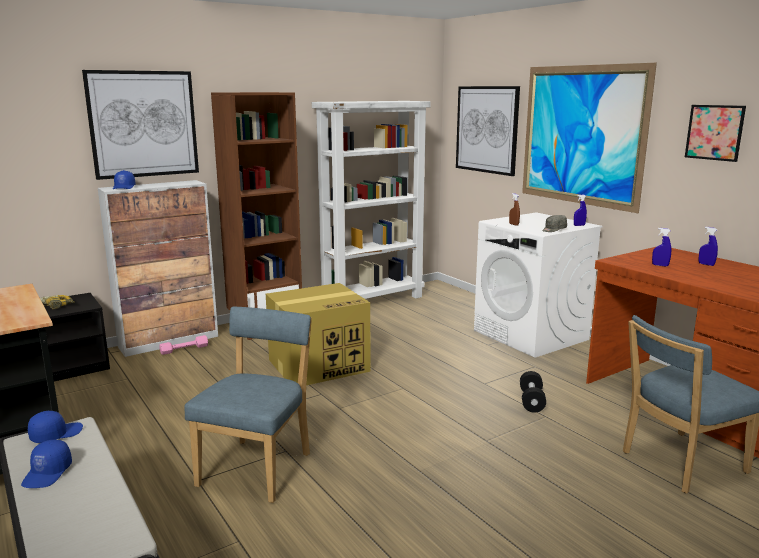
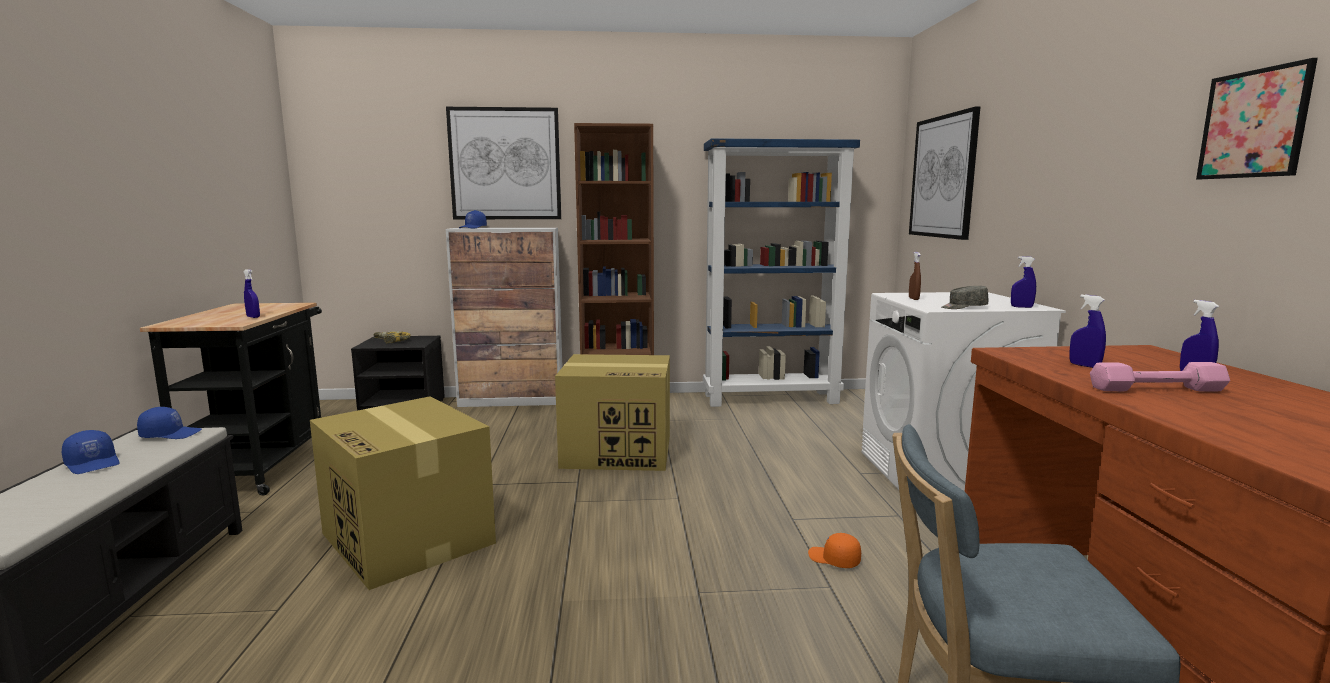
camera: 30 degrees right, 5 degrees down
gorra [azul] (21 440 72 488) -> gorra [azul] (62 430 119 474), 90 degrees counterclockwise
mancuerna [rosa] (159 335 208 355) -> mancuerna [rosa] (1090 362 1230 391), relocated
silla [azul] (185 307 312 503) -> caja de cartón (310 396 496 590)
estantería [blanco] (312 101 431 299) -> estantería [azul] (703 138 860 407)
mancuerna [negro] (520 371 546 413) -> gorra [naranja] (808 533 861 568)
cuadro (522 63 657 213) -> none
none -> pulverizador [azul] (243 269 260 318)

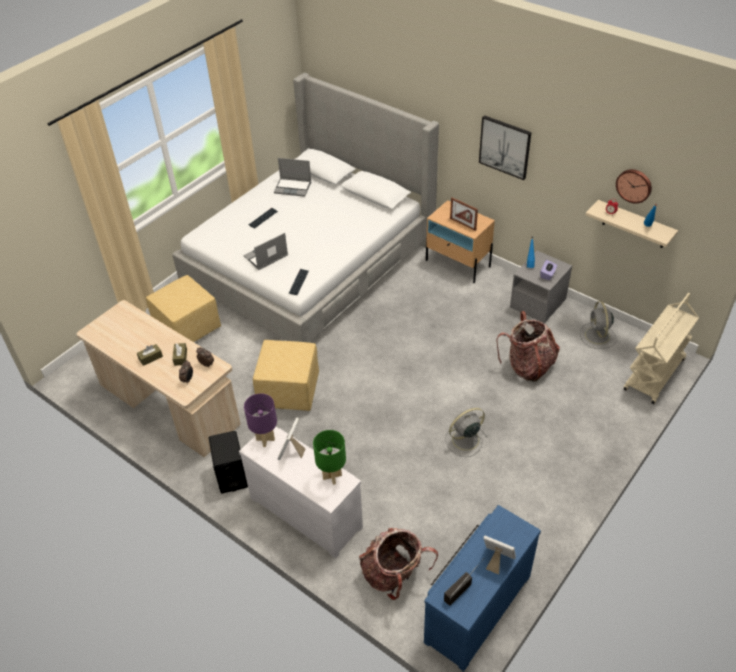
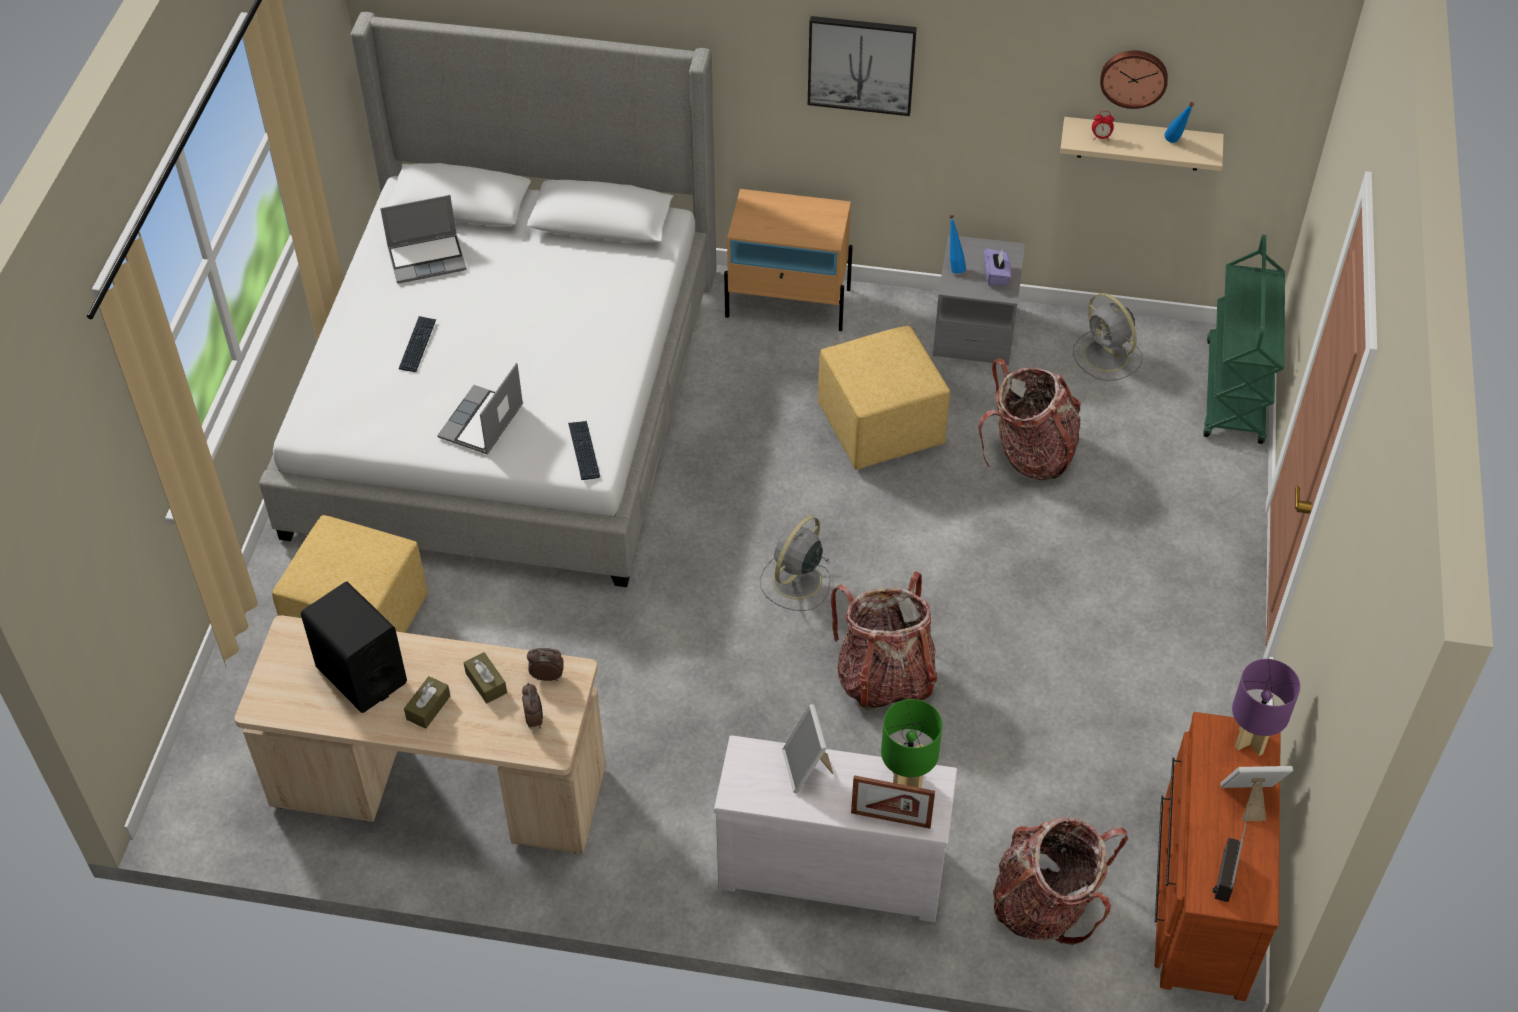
camera: 30 degrees left, 5 degrees up
altavoz [negro] (209 431 248 493) -> altavoz [negro] (301 582 407 713), relocated
lámpara de mesa [morado] (244 393 277 447) -> lámpara de mesa [morado] (1232 659 1300 756), relocated
puf [amarillo] (253 340 319 411) -> puf [amarillo] (818 325 950 470), relocated
cómoda [azul] (424 505 541 671) -> cómoda [marrón] (1155 712 1281 1001)
ventilador [gris] (445 408 487 457) -> ventilador [gris] (760 516 830 611), relocated
portarretratos (450 197 478 231) -> portarretratos (851 775 935 829), relocated
carrito [beis] (624 293 699 404) -> carrito [verde] (1203 235 1285 444)
none -> mochila (831 572 938 711)

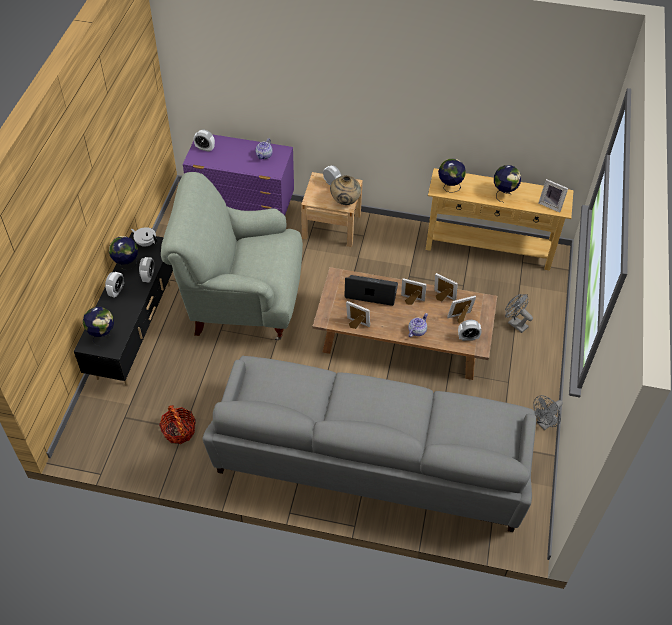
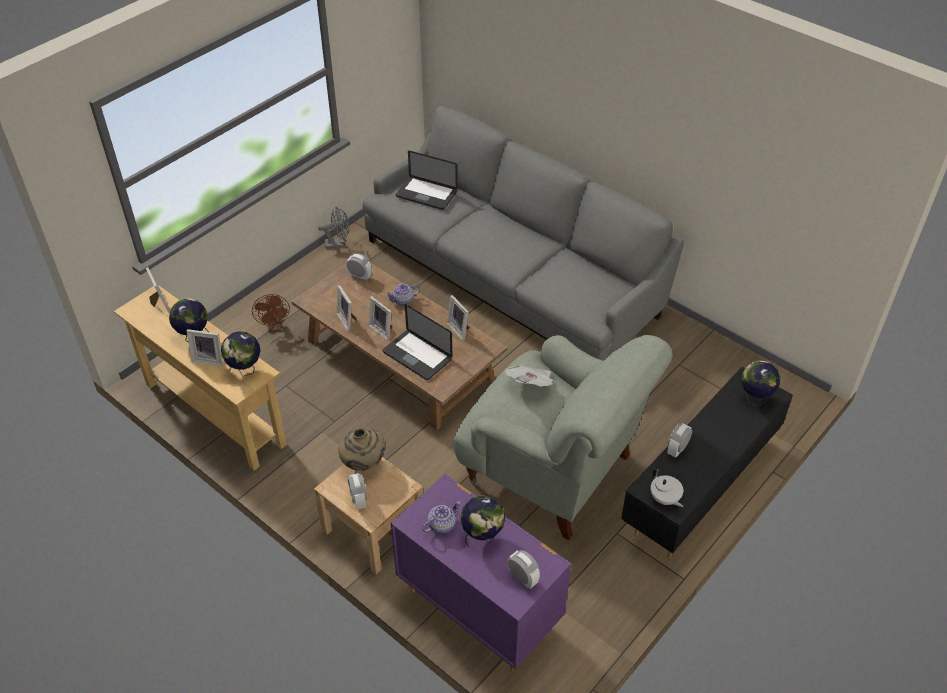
camera: 150 degrees left, 5 degrees down
despertador (105 272 124 298) -> none
globo terráqueo (109 236 138 270) -> globo terráqueo (461 495 505 547), relocated
cesta (159 405 196 444) -> none
portarretratos (447 296 476 323) -> portarretratos (186 329 224 367), relocated
ventilador [gris] (505 294 533 333) -> ventilador [marrón] (252 294 290 333)
none -> portátil (396 151 458 210)
none -> periódico (505 365 553 386)

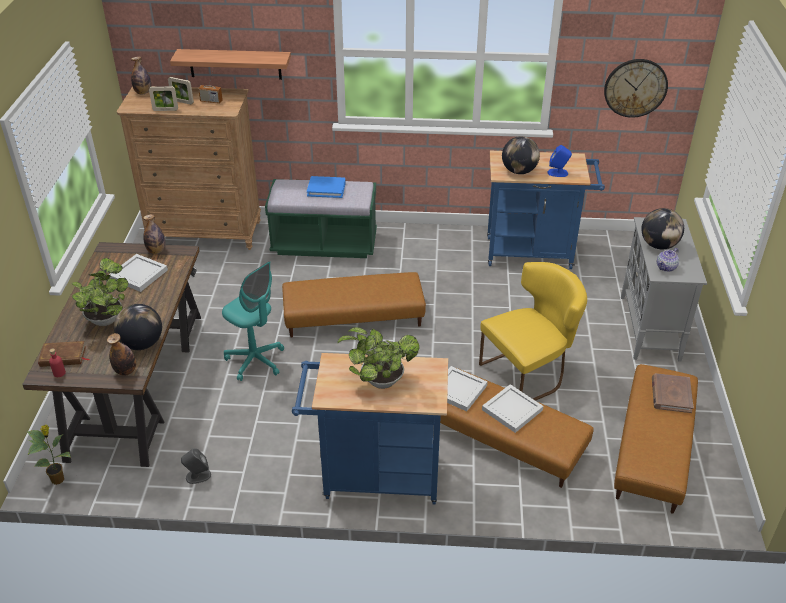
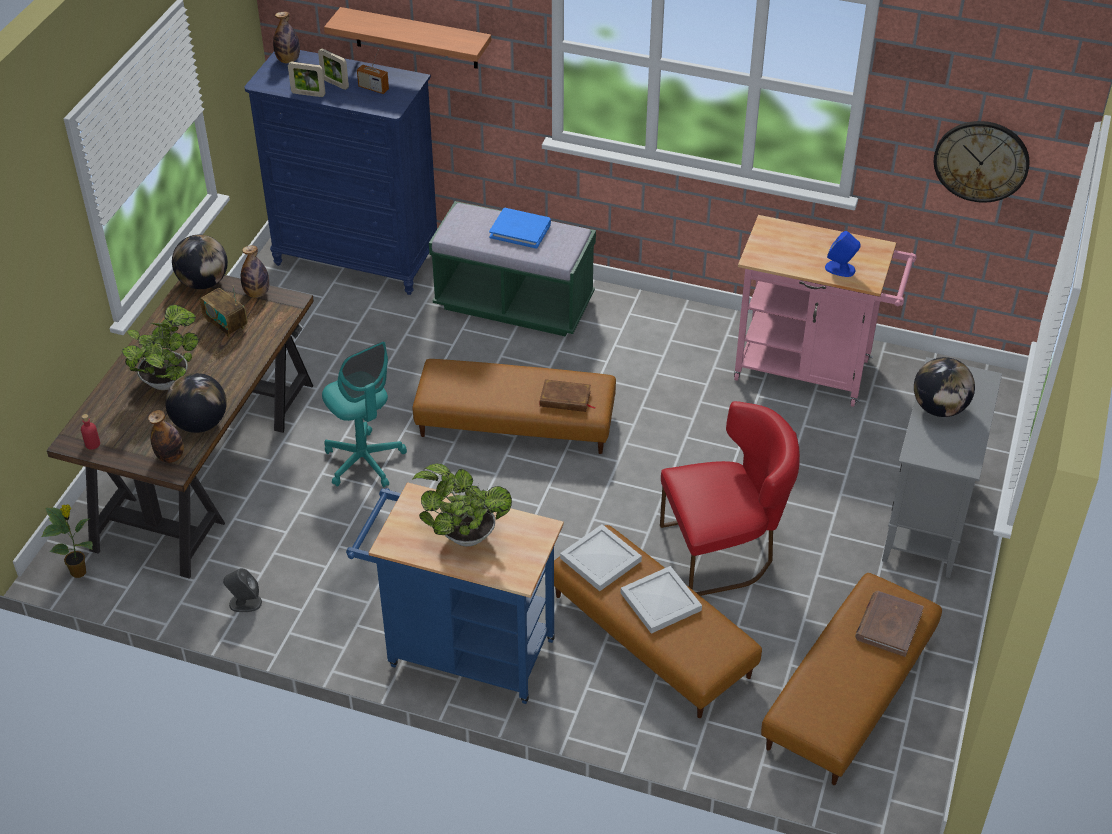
camera: 15 degrees right, 5 degrees up
libro [marrón] (38 341 90 367) -> libro [marrón] (540 379 596 412), relocated
bandeja [blanco] (109 254 168 292) -> radio (200 286 247 337)
cómoda [marrón] (117 86 261 250) -> cómoda [azul] (244 50 437 295)
silla [amarillo] (479 262 587 401) -> silla [rojo] (660 401 800 596)
carrito [azul] (487 151 605 269) -> carrito [rosa] (734 215 917 407)
globo terráqueo (502 136 540 174) -> globo terráqueo (172 234 228 289), relocated
tetera (657 248 679 272) -> none

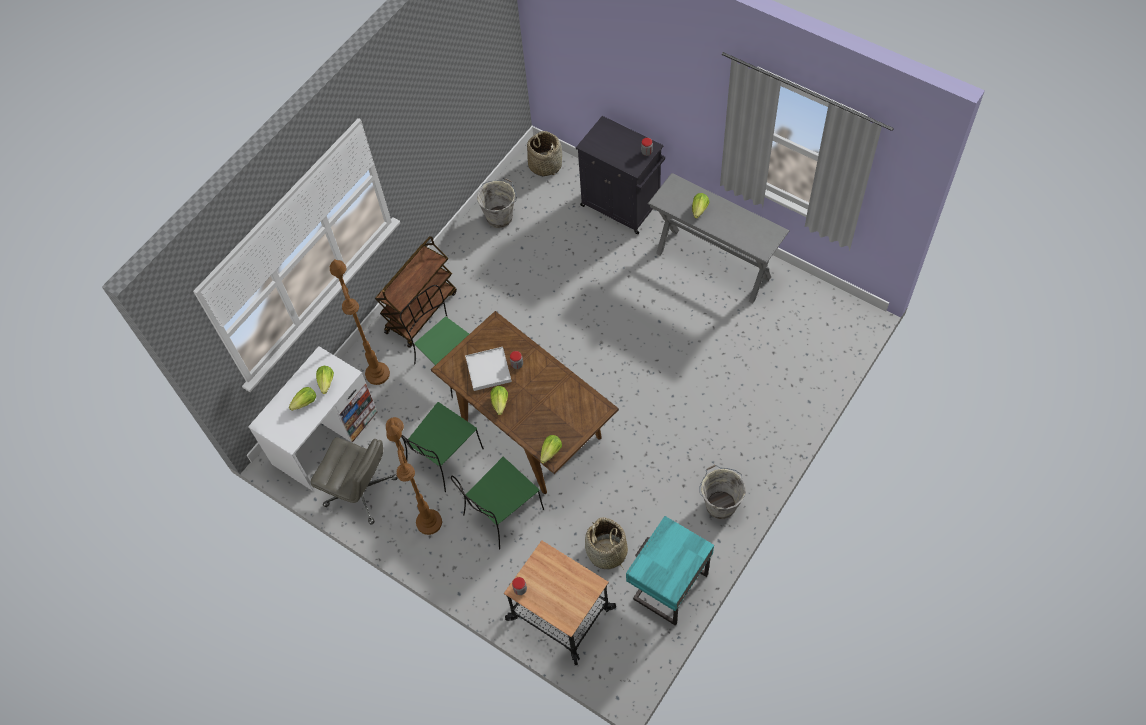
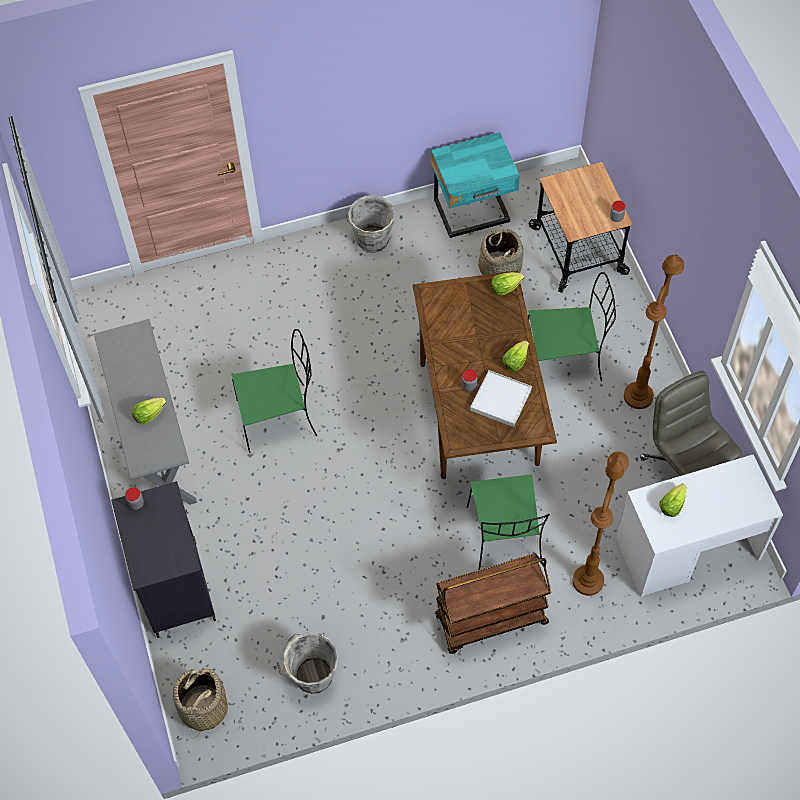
camera: 145 degrees left, 0 degrees up
lechuga (289 387 316 411) -> none
silla [verde] (401 402 484 492) -> silla [verde] (232 329 317 453), relocated

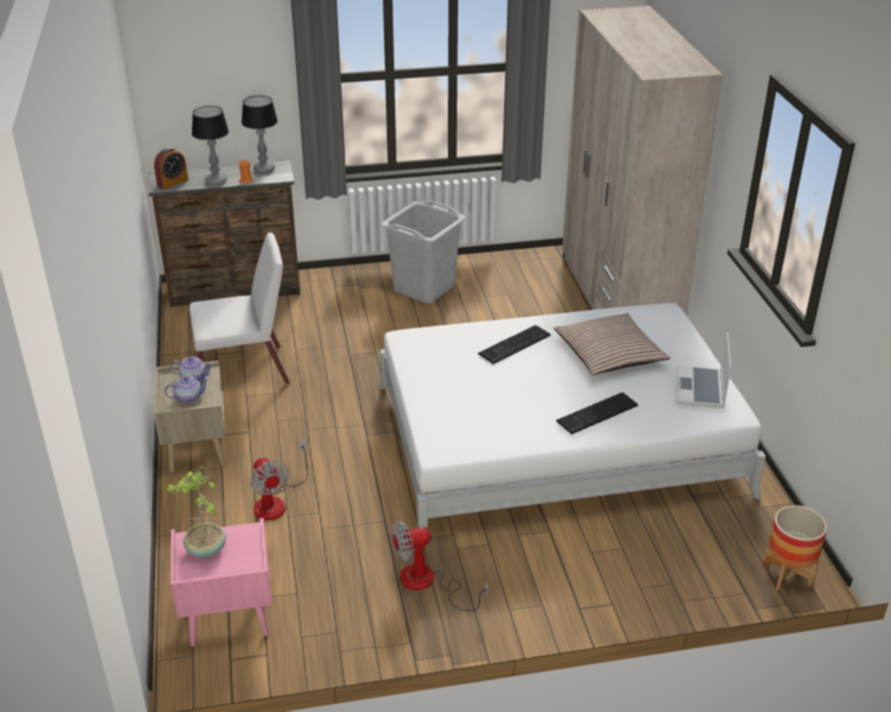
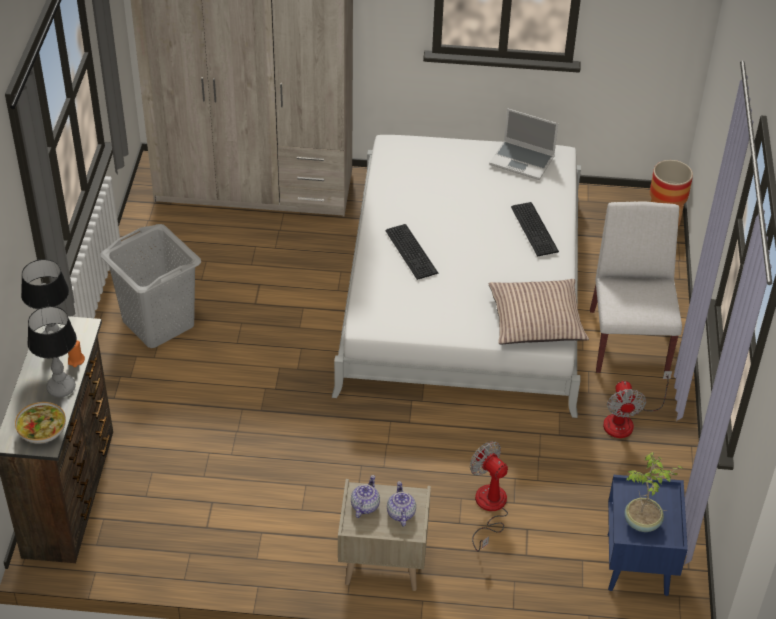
camera: 75 degrees left, 10 degrees up
despertador (154 148 188 190) -> cuenco (15 402 66 444)
mesita de noche [rosa] (170 518 272 646) -> mesita de noche [azul] (608 475 688 596)
silla [blanco] (189 232 290 384) -> silla [blanco] (590 201 682 375), relocated
ventilador (250 440 308 520) -> ventilador (470 441 508 552), 120 degrees counterclockwise
cojín (554 313 670 375) -> cojín (489 279 589 344), relocated

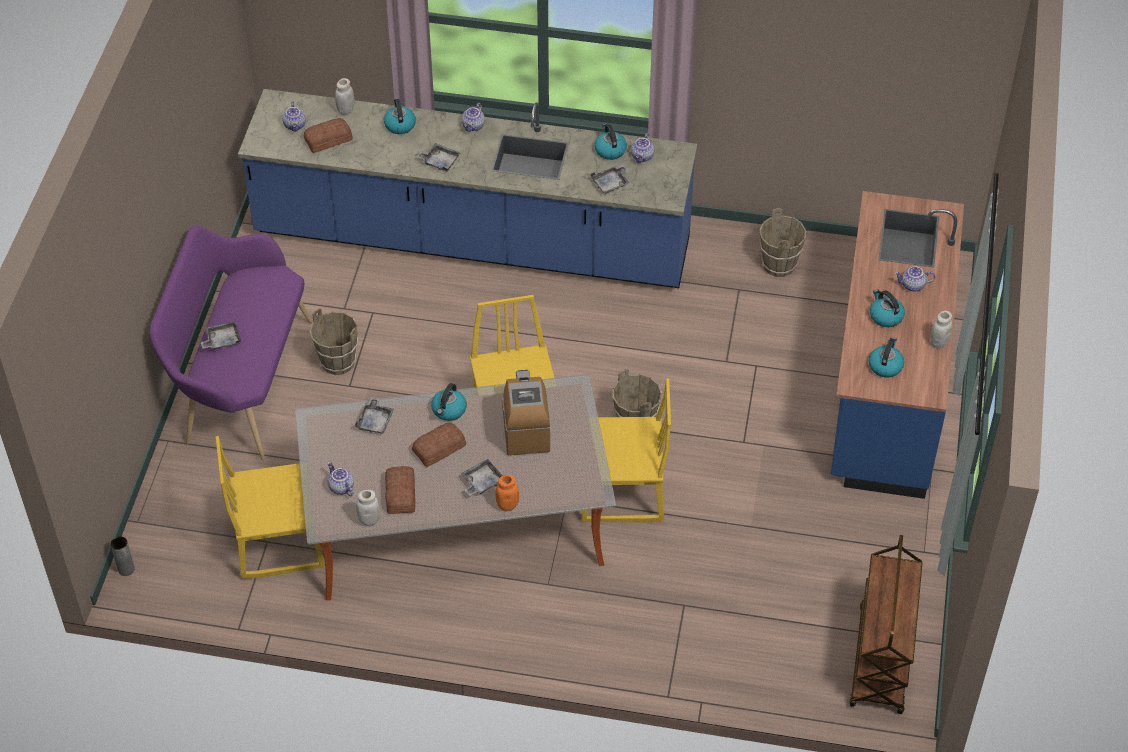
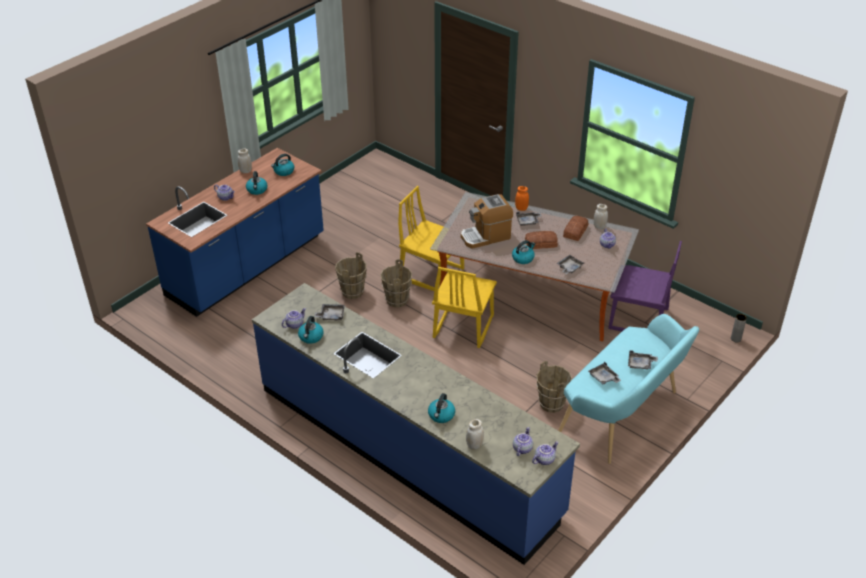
camera: 150 degrees left, 10 degrees down
banco [morado] (149 226 312 460) -> banco [turquesa] (558 314 699 464)
silla [amarillo] (215 436 325 579) -> silla [morado] (608 241 682 332)
pan (304 118 353 153) -> none
bandeja [gris] (416 143 460 172) -> bandeja [gris] (588 362 621 385), relocated
tetera (462 103 485 132) -> tetera (532 441 559 465), relocated
cafetera (502 370 551 455) -> cafetera (461 194 513 249), 45 degrees clockwise
cubo [marrón] (759 208 806 277) -> cubo [marrón] (335 252 367 299), relocated
carrito [marrón] (849 535 923 714) -> none

